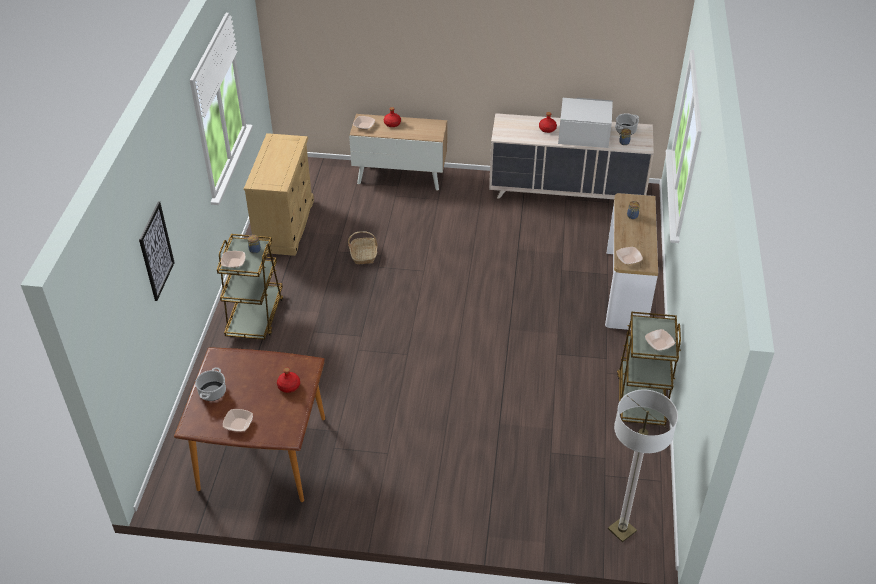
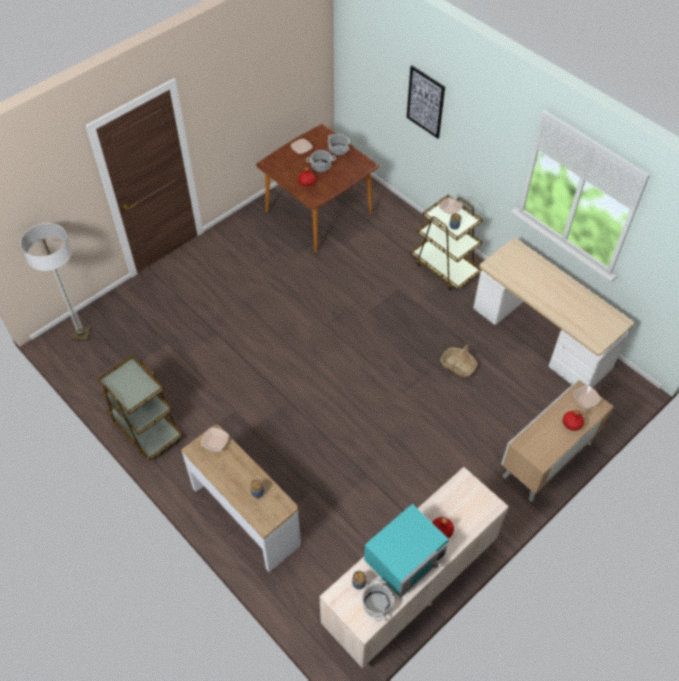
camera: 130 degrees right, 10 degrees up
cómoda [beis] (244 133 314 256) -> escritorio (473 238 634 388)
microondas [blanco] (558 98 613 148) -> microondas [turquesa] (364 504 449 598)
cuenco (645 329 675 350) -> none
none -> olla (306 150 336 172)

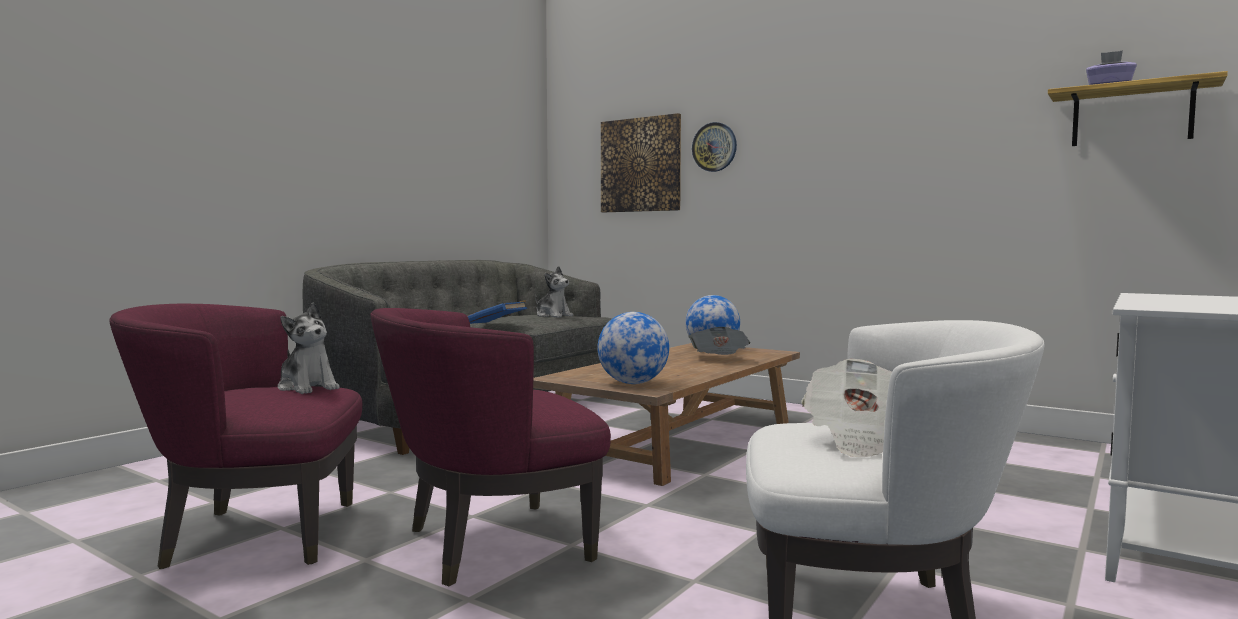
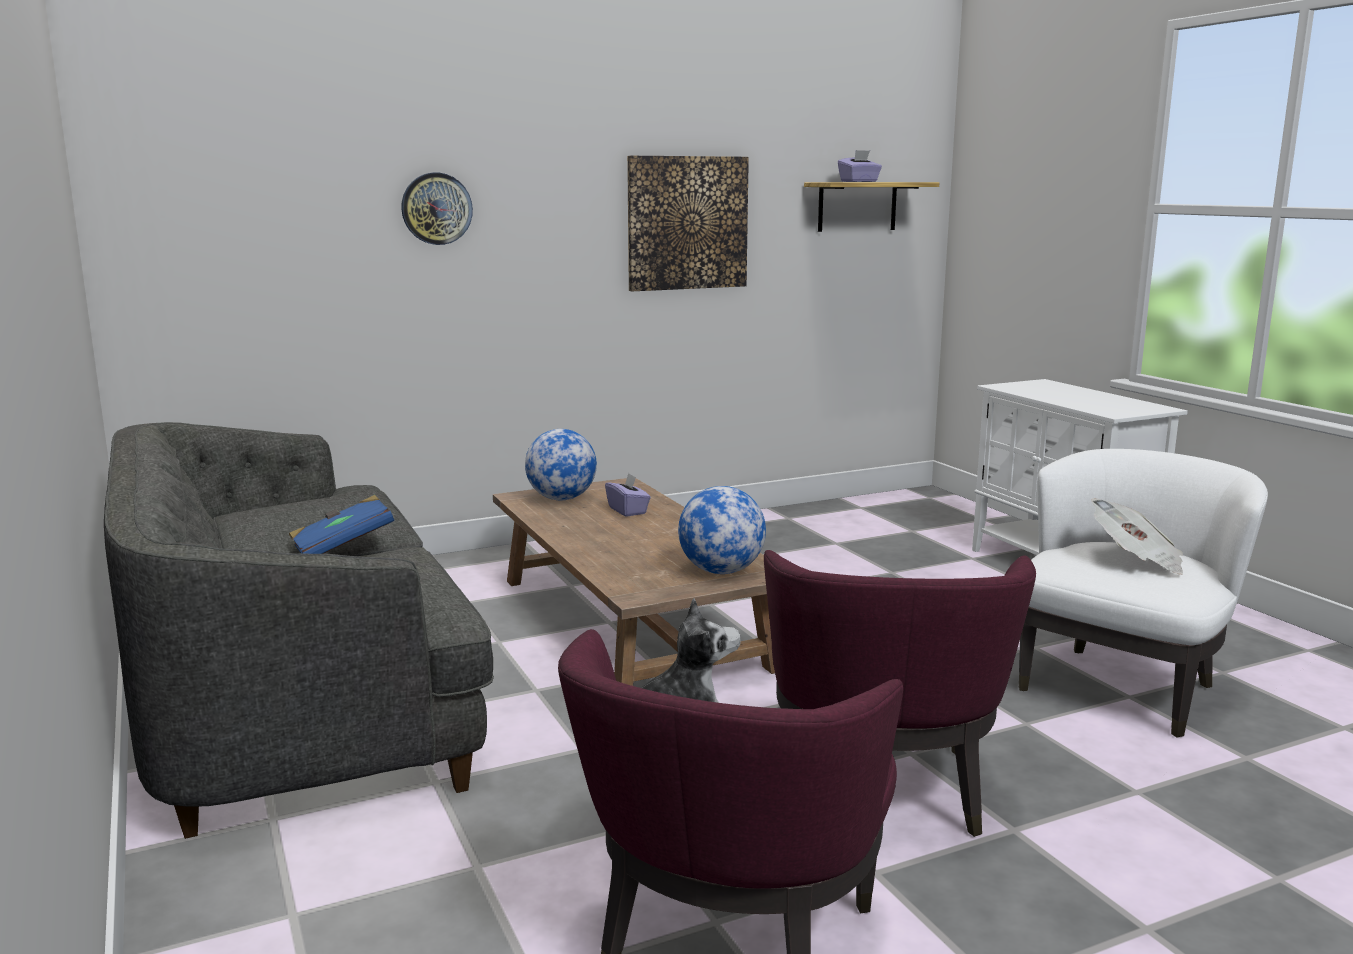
camera: 60 degrees left, 10 degrees up
peluche (535 266 573 318) -> none
cuadro (601 113 681 212) -> cuadro (627 156 749 291), relocated
periódico (688 327 750 355) -> caja de pañuelos [morado] (605 473 651 517)

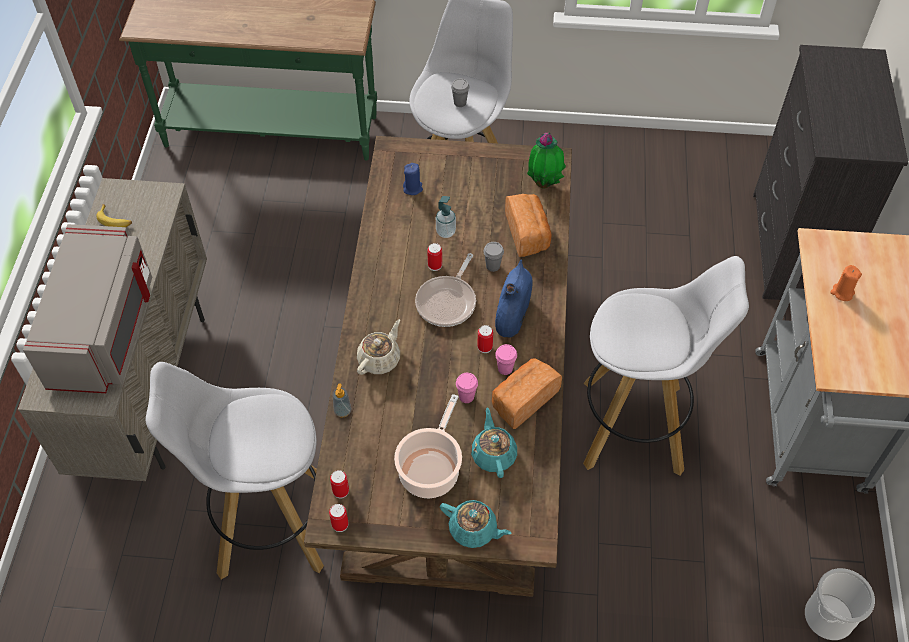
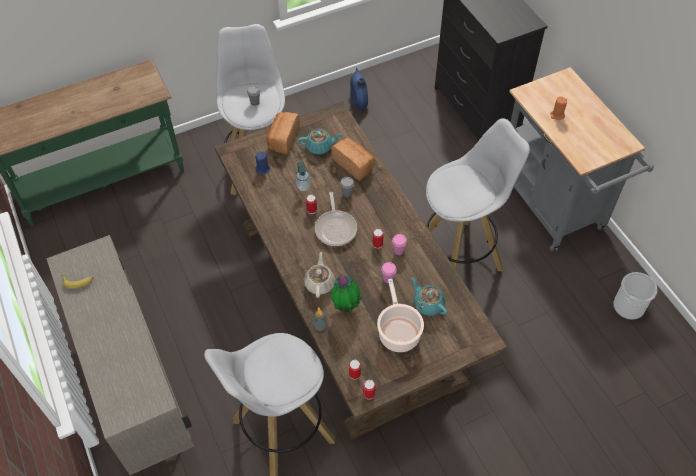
camera: 30 degrees left, 0 degrees up
microondas [gris] (23 224 152 393) -> none
tetera [turquesa] (440 500 512 548) -> tetera [turquesa] (298 128 342 154), relocated
pan (492 358 562 429) -> pan (266 112 300 154), relocated
florero [azul] (495 260 532 338) -> florero [azul] (350 68 368 110), relocated
planta en maceta (527 133 566 188) -> planta en maceta (331 275 362 313), relocated

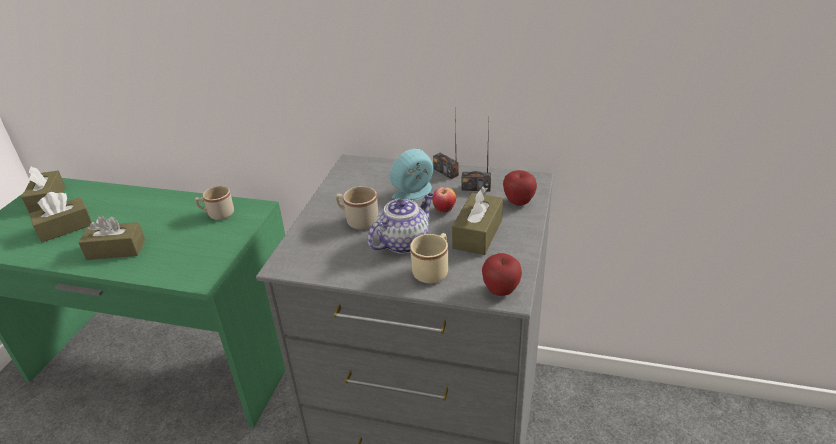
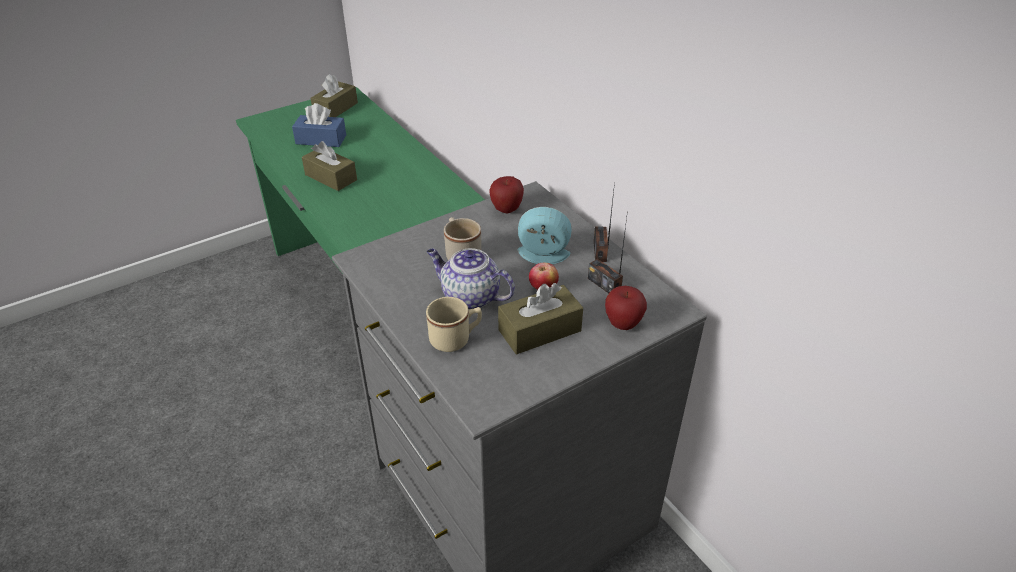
camera: 40 degrees right, 5 degrees up
caja de pañuelos [marrón] (29 192 92 243) -> caja de pañuelos [azul] (292 103 346 147)
taza grande [beis] (195 186 234 220) -> none
tetera (367 193 434 254) -> tetera (427 248 515 310), 150 degrees counterclockwise
manzana (482 253 522 296) -> manzana (489 176 524 213), relocated

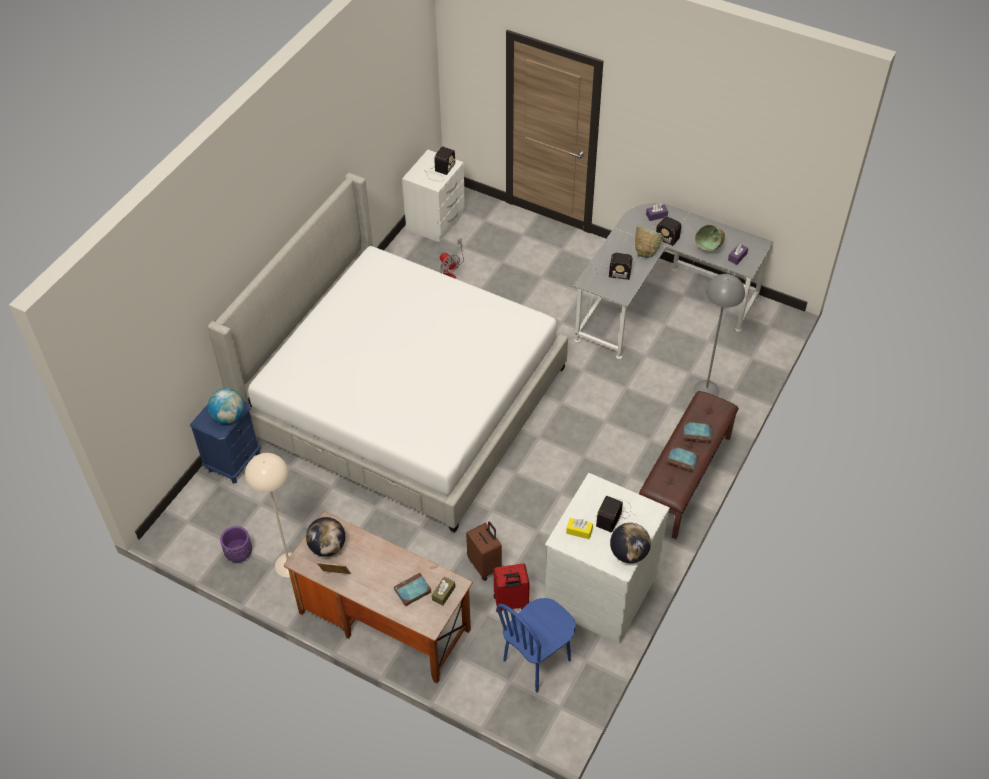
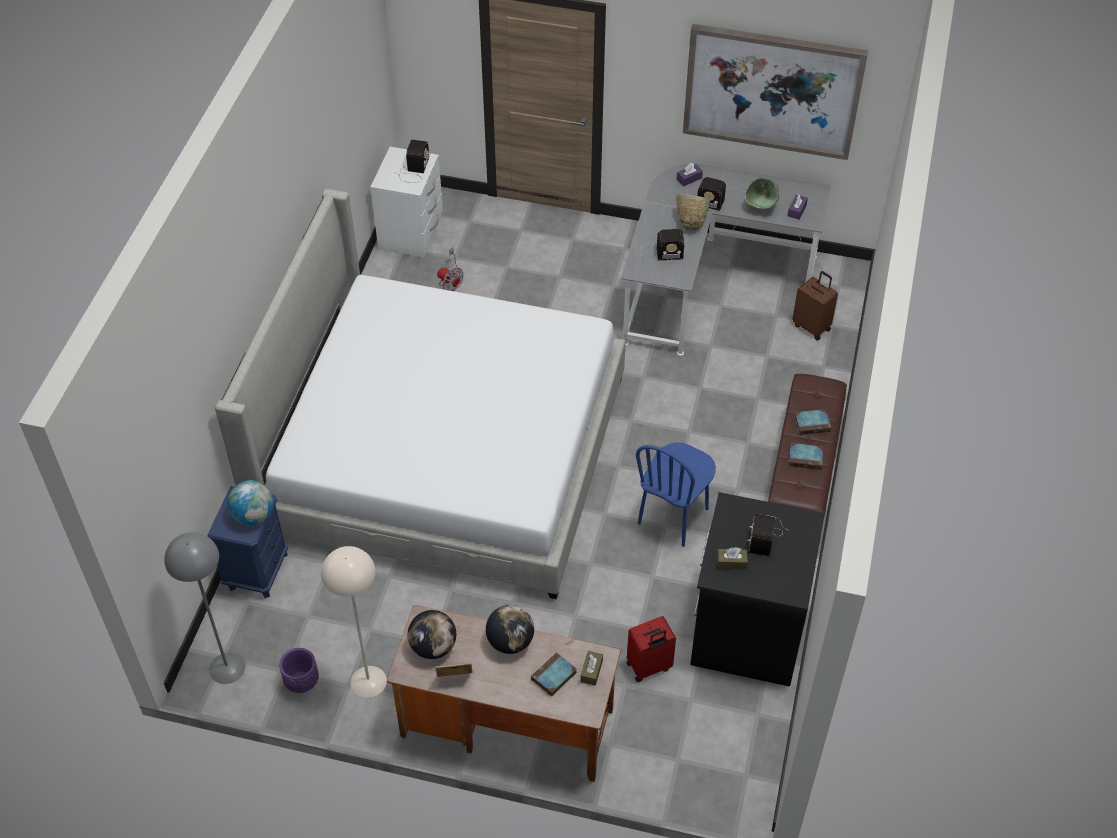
camera: 15 degrees left, 0 degrees up
maleta [marrón] (466 521 502 581) -> maleta [marrón] (792 271 838 340), relocated
silla [azul] (497 598 576 693) -> silla [azul] (636 443 716 547), relocated
cómoda [blanco] (545 473 670 644) -> cómoda [negro] (690 492 825 686)
caja de pañuelos [amarillo] (566 518 593 539) -> caja de pañuelos [marrón] (717 547 748 569)
globo terráqueo (610 523 651 563) -> globo terráqueo (486 605 534 654), relocated
lámpara de pie [gris] (693 274 745 397) -> lámpara de pie [gris] (164 532 245 684), relocated
none -> cuadro (683 24 868 160)

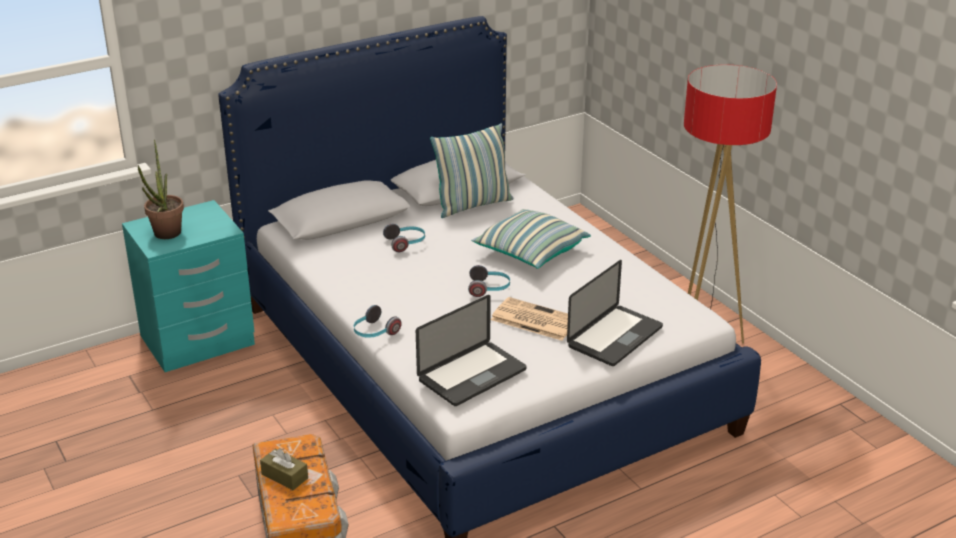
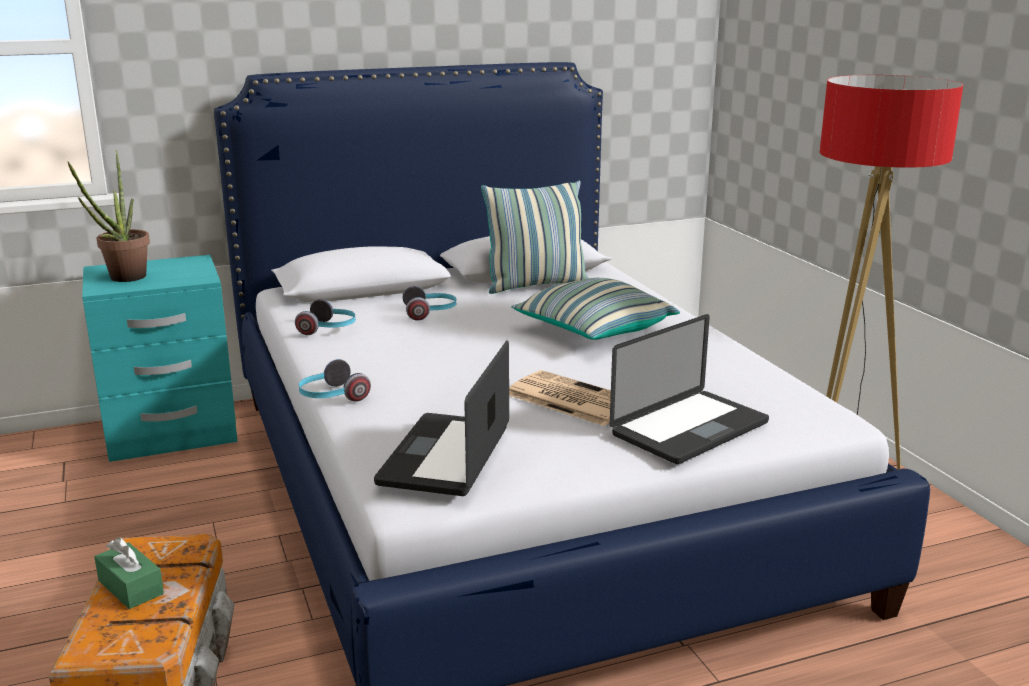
camera: 10 degrees right, 10 degrees down
caja de pañuelos [marrón] (260 448 308 490) -> caja de pañuelos [verde] (94 537 164 609)
portátil (416 295 527 406) -> portátil (374 340 509 496), 135 degrees clockwise
auriculares (468 265 510 297) -> auriculares (295 299 356 335), relocated

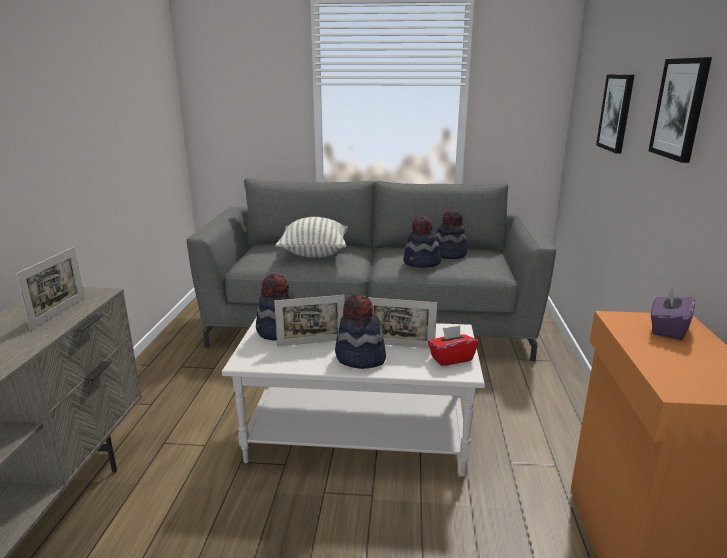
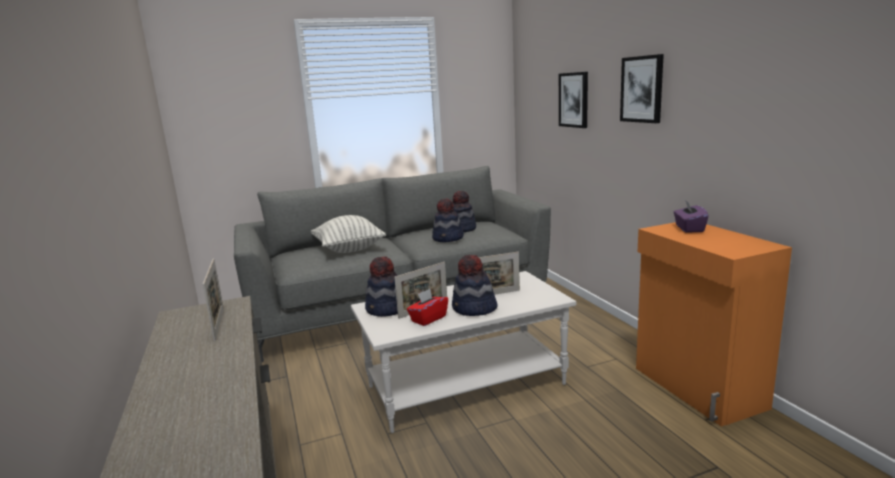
camera: 25 degrees left, 5 degrees down
caja de pañuelos [rojo] (428 326 478 366) -> caja de pañuelos [rojo] (407 289 448 326), relocated

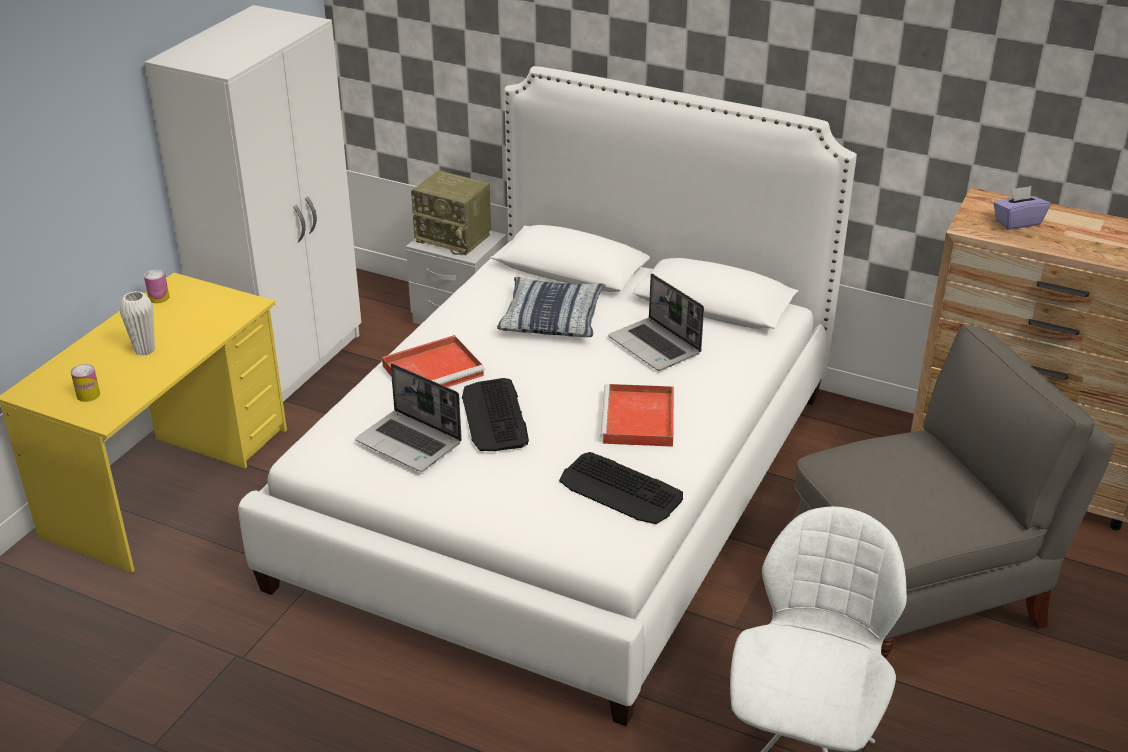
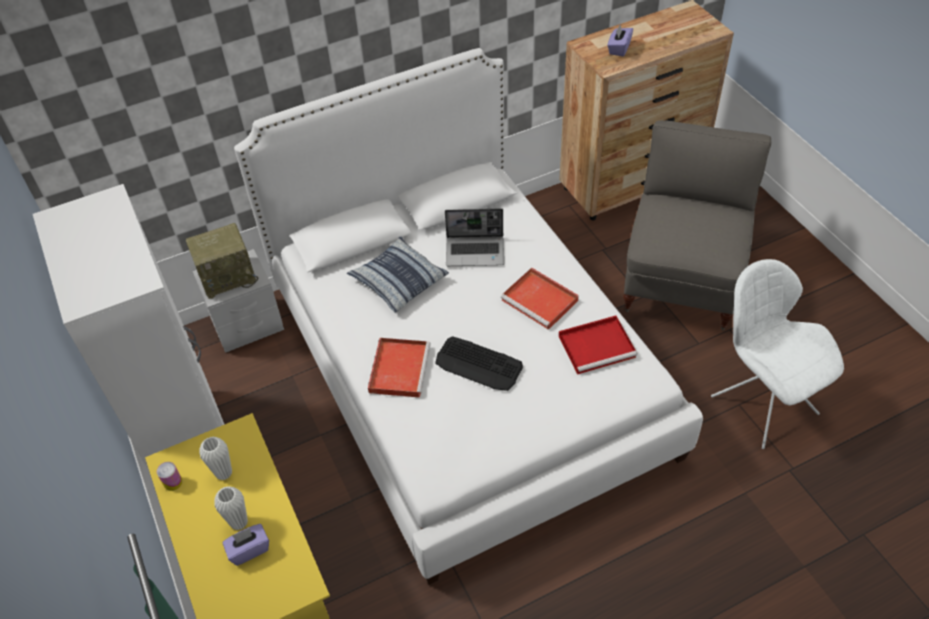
camera: 50 degrees left, 15 degrees up
lata (71 364 100 402) -> none
portátil (355 363 462 472) -> none
teclado (559 452 683 524) -> bandeja [rojo] (559 316 637 375)
none -> florero [blanco] (200 437 232 480)
none -> caja de pañuelos [morado] (222 524 269 566)

